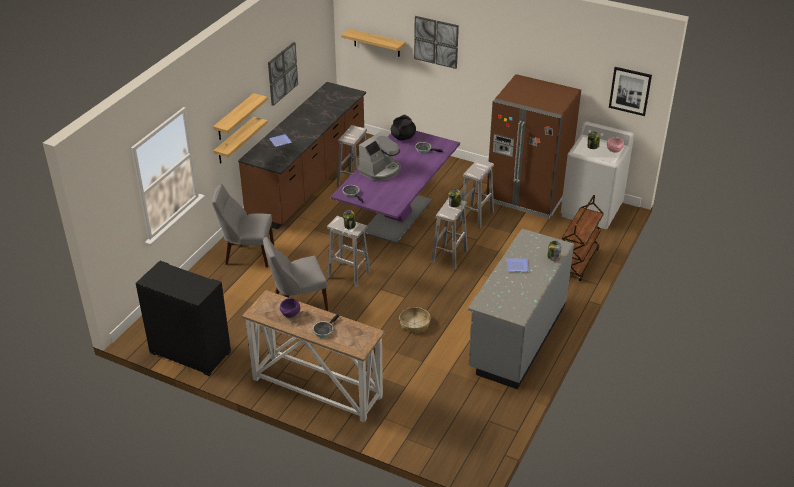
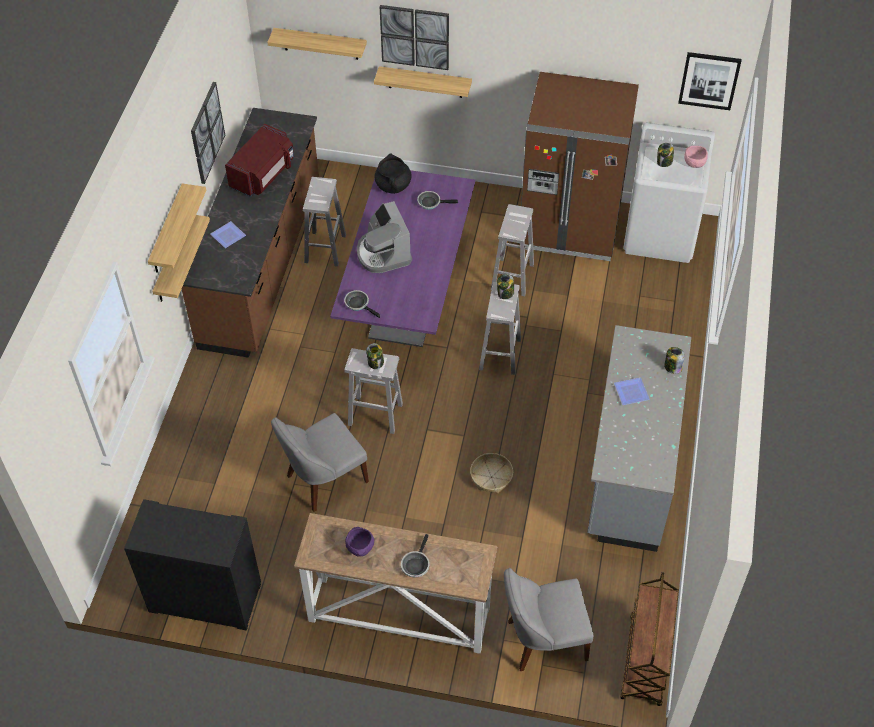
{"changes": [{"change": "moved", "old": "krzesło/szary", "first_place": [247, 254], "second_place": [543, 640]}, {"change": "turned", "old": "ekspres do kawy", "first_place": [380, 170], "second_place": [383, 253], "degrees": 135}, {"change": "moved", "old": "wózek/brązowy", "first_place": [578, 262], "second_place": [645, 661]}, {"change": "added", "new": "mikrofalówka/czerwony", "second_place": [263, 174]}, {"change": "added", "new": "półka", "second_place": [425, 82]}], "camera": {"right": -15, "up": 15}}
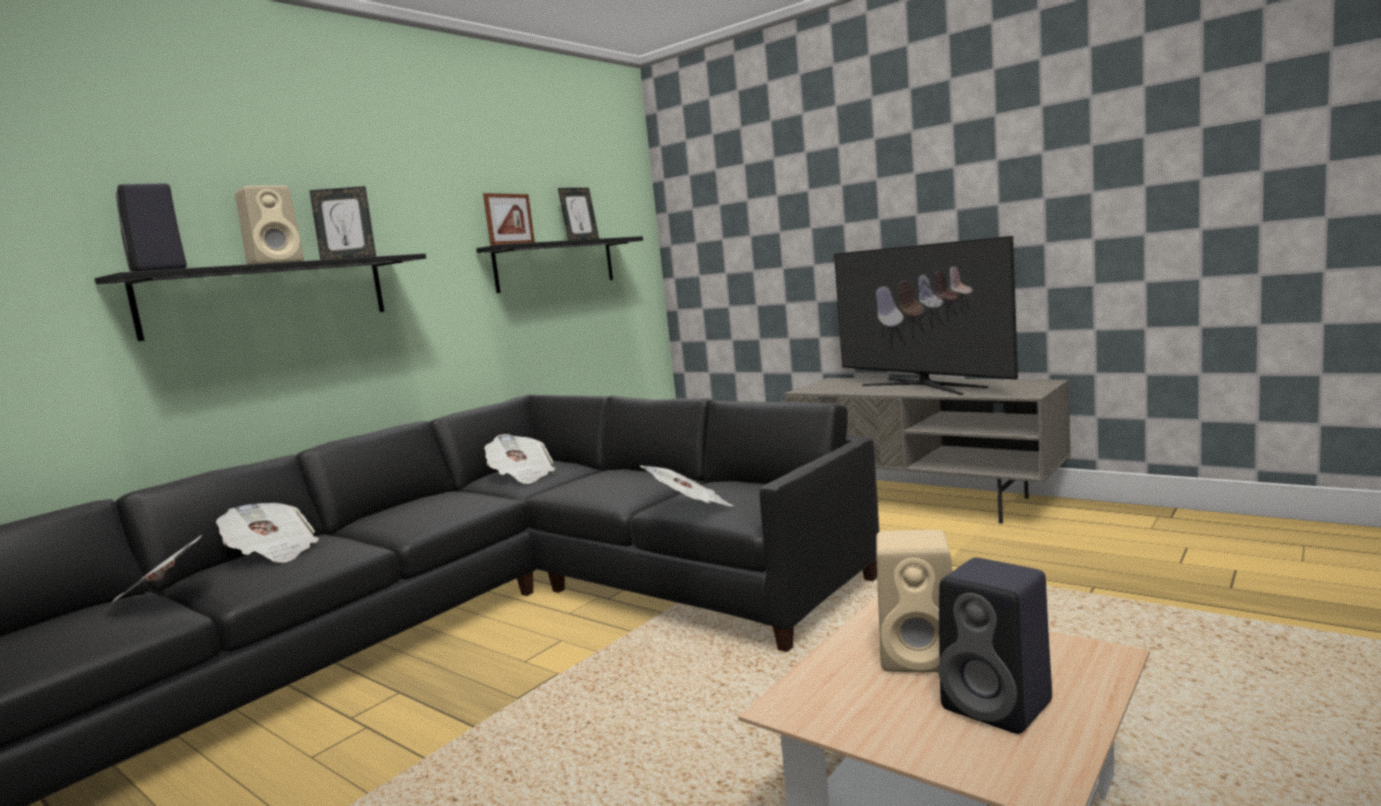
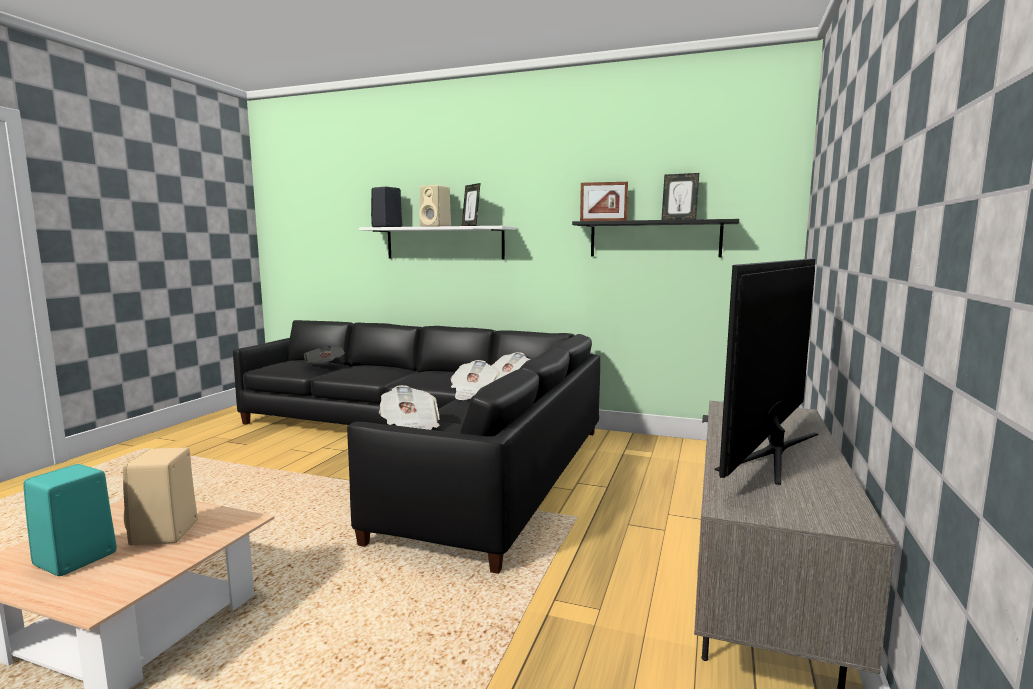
{"changes": [{"change": "recoloured", "old": "półka/czarny", "new": "półka/biały", "first_place": [269, 296], "second_place": [444, 243]}, {"change": "moved", "old": "gazeta", "first_place": [273, 553], "second_place": [473, 394]}, {"change": "recoloured", "old": "głośnik/czarny", "new": "głośnik/turkusowy", "first_place": [1000, 706], "second_place": [73, 560]}], "camera": {"right": 70, "up": 0}}
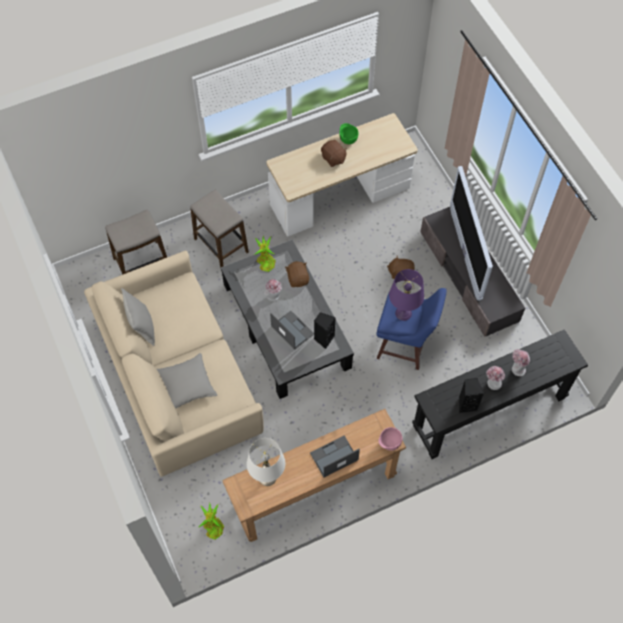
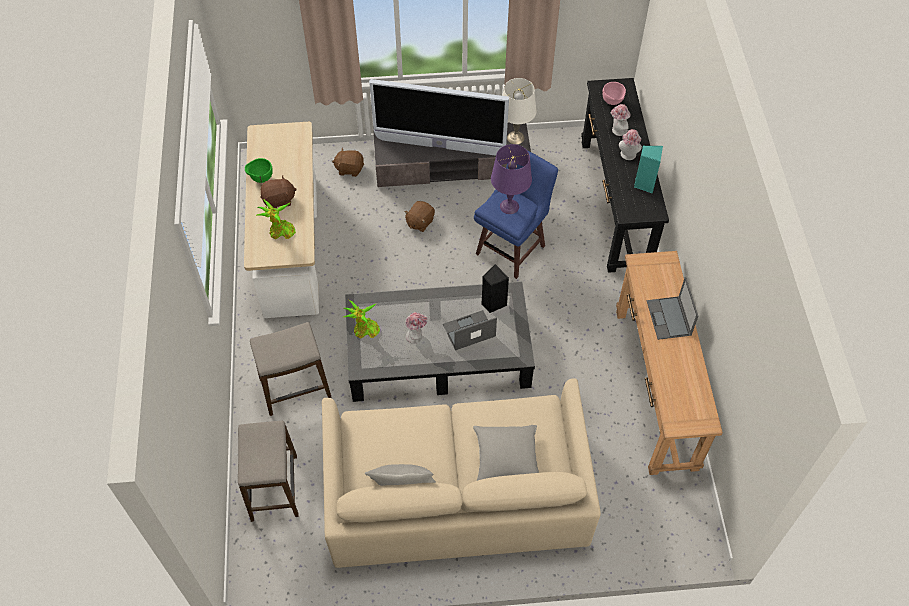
{"changes": [{"change": "moved", "old": "roślina doniczkowa", "first_place": [213, 527], "second_place": [280, 232]}, {"change": "moved", "old": "lampa stołowa/biały", "first_place": [267, 477], "second_place": [515, 137]}, {"change": "moved", "old": "pluszak/brązowy", "first_place": [298, 279], "second_place": [349, 169]}, {"change": "moved", "old": "miska/różowy", "first_place": [389, 444], "second_place": [612, 103]}, {"change": "recoloured", "old": "głośnik/czarny", "new": "głośnik/turkusowy", "first_place": [466, 404], "second_place": [644, 184]}], "camera": {"right": -70, "up": -5}}
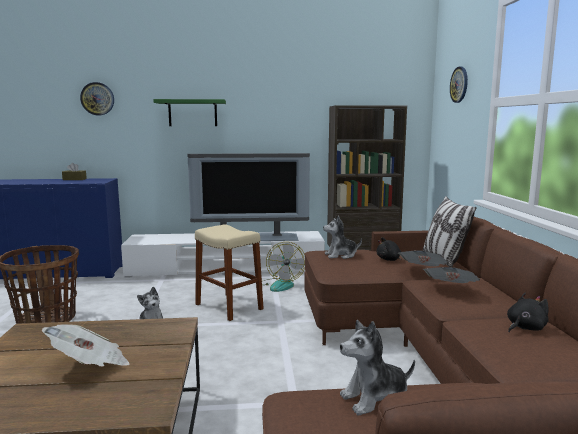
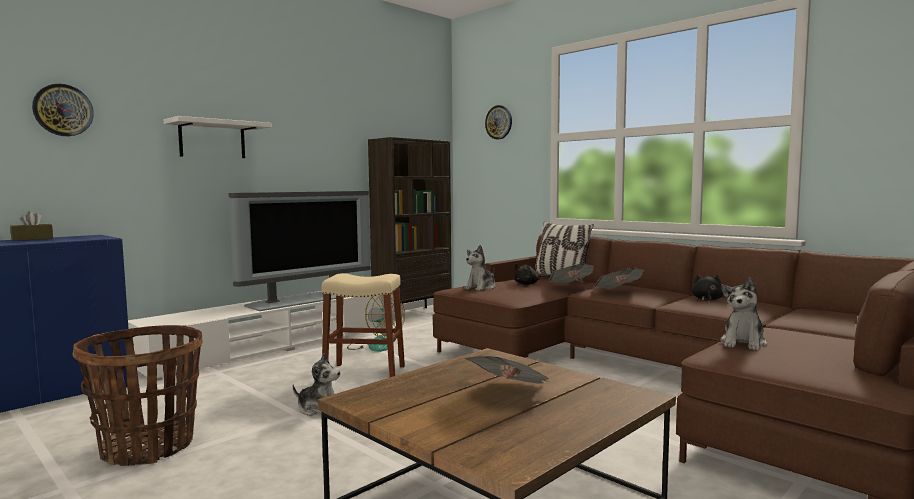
{"changes": [{"change": "recoloured", "old": "półka/zielony", "new": "półka/biały", "first_place": [192, 113], "second_place": [212, 140]}], "camera": {"right": -40, "up": -5}}
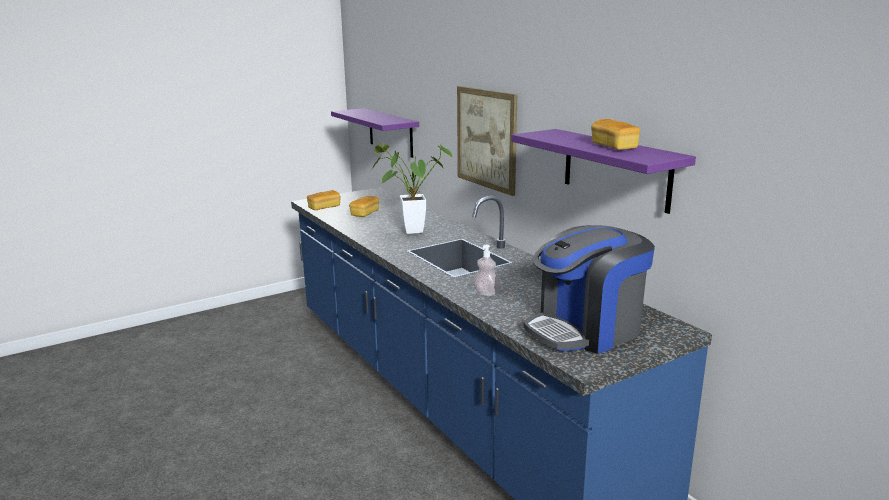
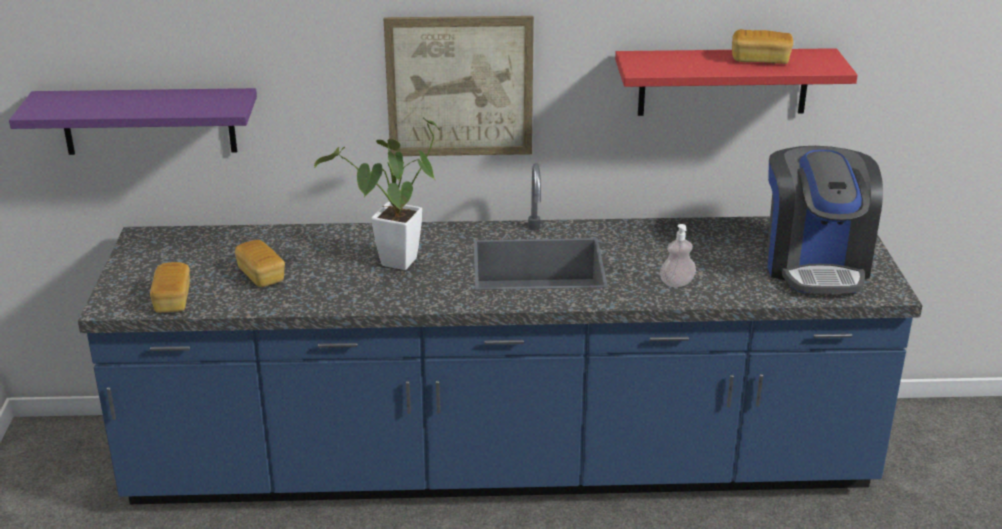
{"changes": [{"change": "recoloured", "old": "półka/fioletowy", "new": "półka/czerwony", "first_place": [615, 169], "second_place": [723, 82]}], "camera": {"right": -60, "up": 10}}
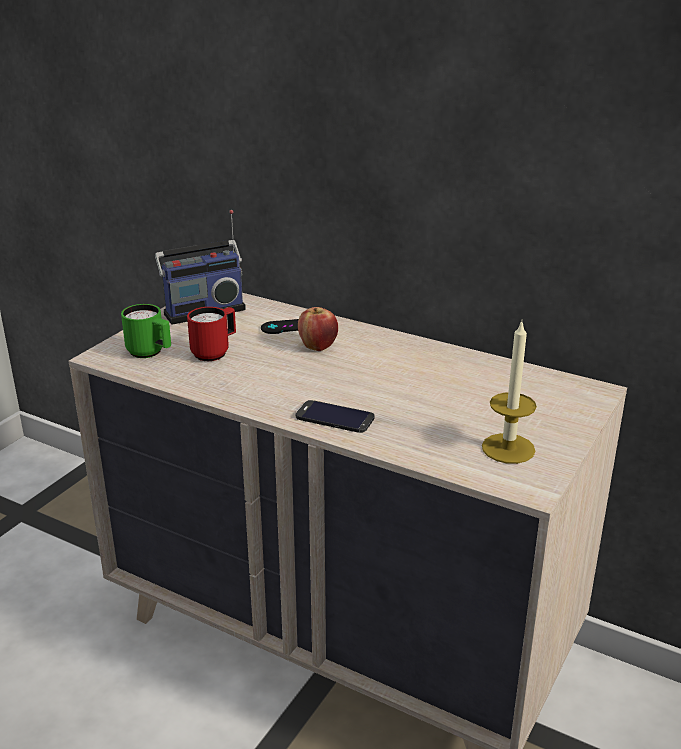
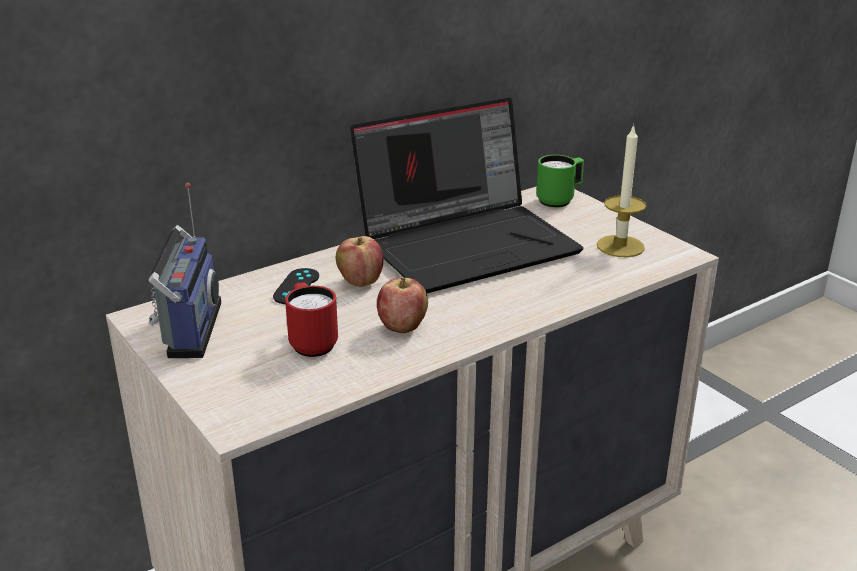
{"changes": [{"change": "moved", "old": "kubek/zielony", "first_place": [150, 353], "second_place": [559, 200]}, {"change": "removed", "old": "telefon", "first_place": [335, 417]}, {"change": "added", "new": "laptop", "second_place": [468, 243]}, {"change": "added", "new": "jabłko", "second_place": [402, 328]}], "camera": {"right": -65, "up": 0}}
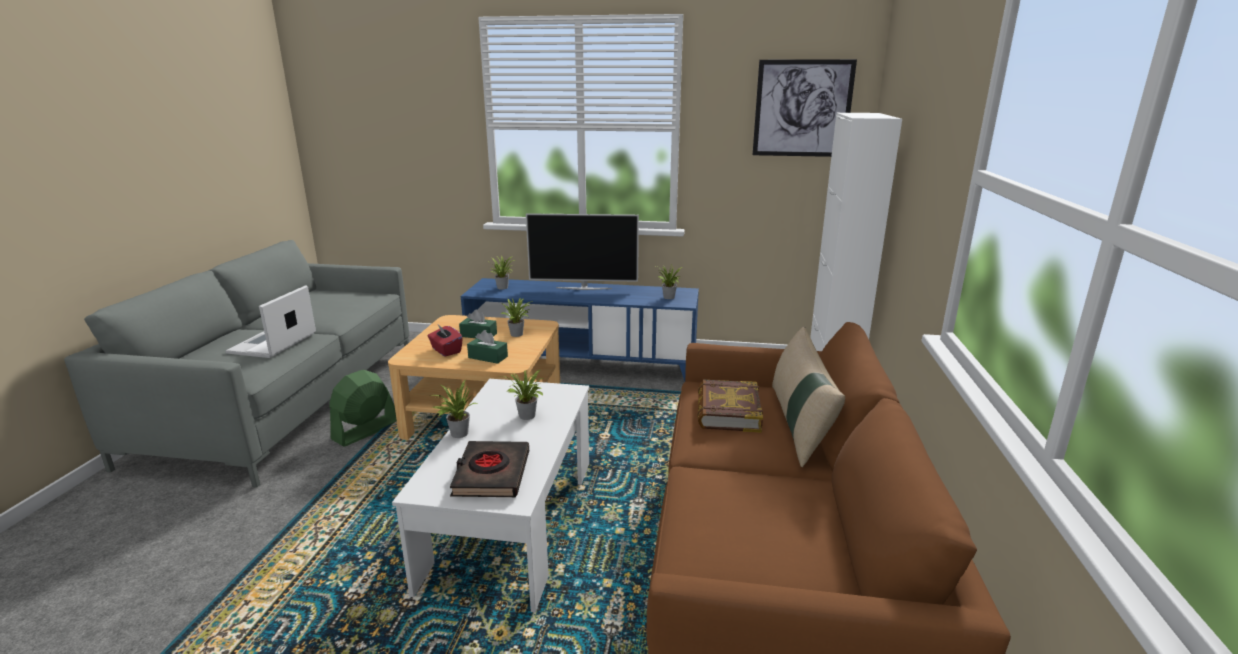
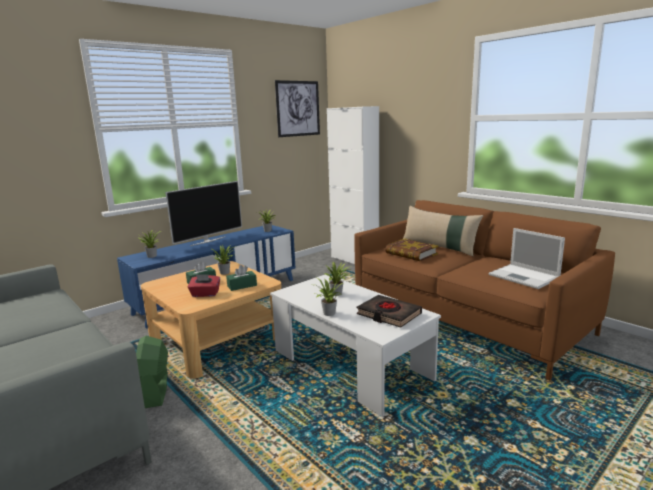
{"changes": [{"change": "moved", "old": "laptop", "first_place": [272, 344], "second_place": [525, 277]}], "camera": {"right": -50, "up": -5}}
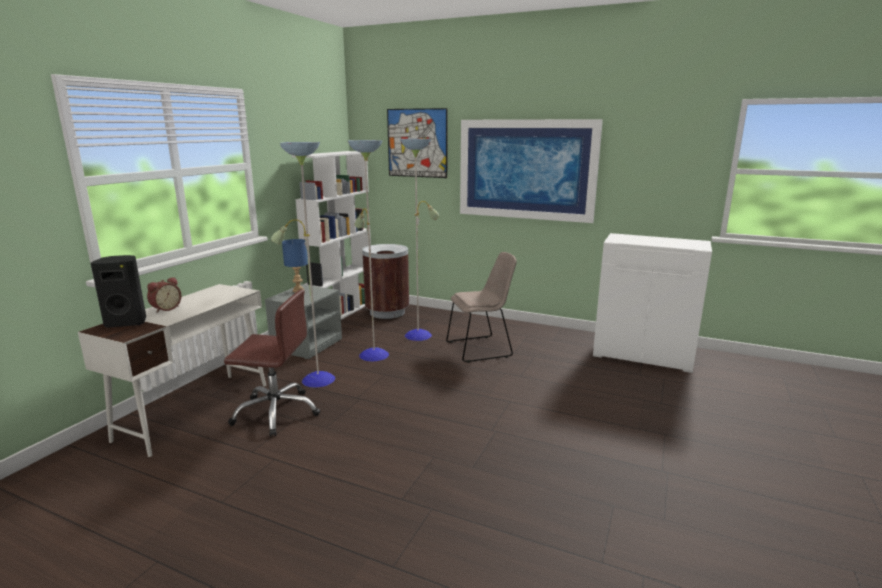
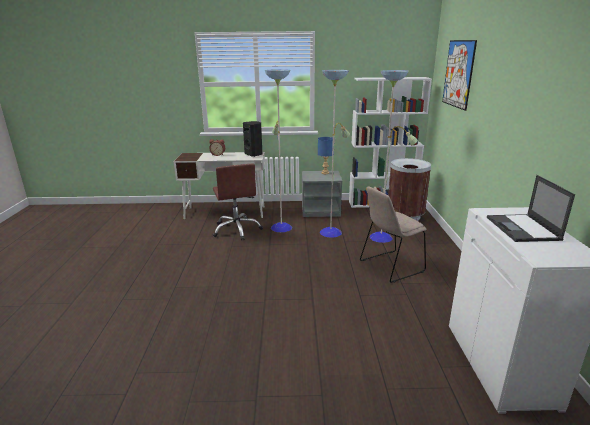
{"changes": [{"change": "moved", "old": "głośnik/czarny", "first_place": [127, 322], "second_place": [254, 154]}, {"change": "turned", "old": "krzesło/beżowy", "first_place": [481, 348], "second_place": [390, 267], "degrees": 105}, {"change": "removed", "old": "obraz", "first_place": [526, 169]}, {"change": "added", "new": "laptop", "second_place": [523, 228]}], "camera": {"right": 65, "up": 5}}
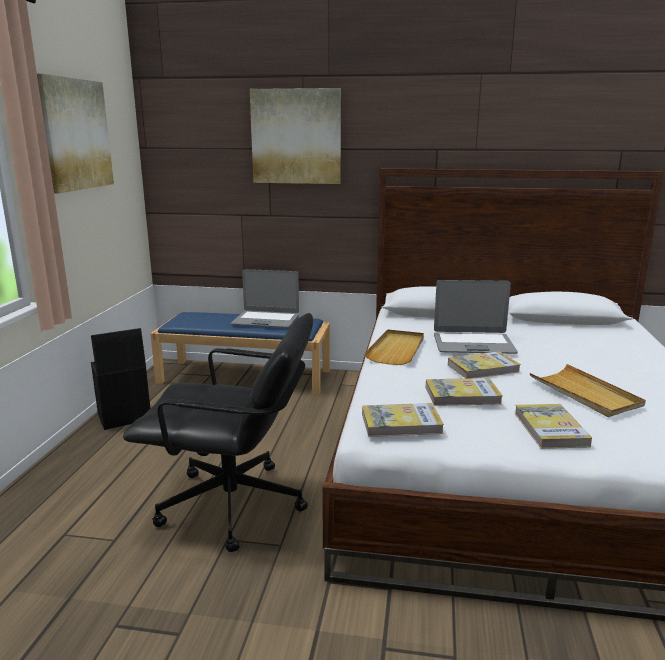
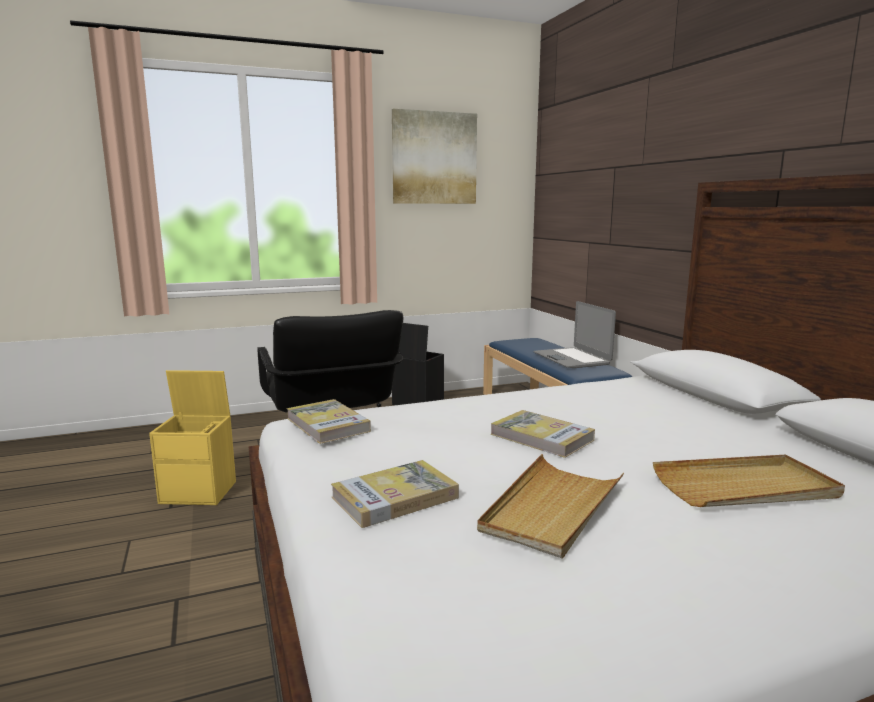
{"changes": [{"change": "removed", "old": "obraz", "first_place": [296, 136]}, {"change": "moved", "old": "taca/beżowy", "first_place": [397, 349], "second_place": [746, 487]}, {"change": "removed", "old": "książka", "first_place": [462, 395]}, {"change": "removed", "old": "laptop", "first_place": [473, 344]}, {"change": "added", "new": "pojemnik do przechowywania/żółty", "second_place": [200, 492]}], "camera": {"right": 60, "up": -5}}
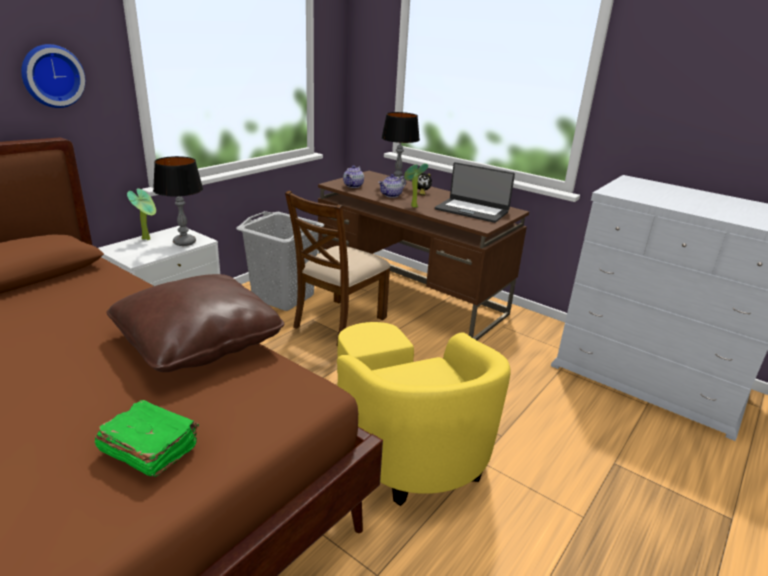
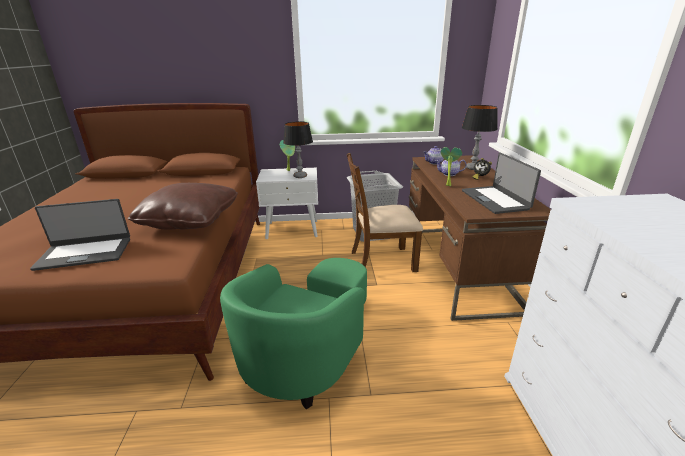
{"changes": [{"change": "removed", "old": "zegar ścienny", "first_place": [52, 76]}, {"change": "replaced", "old": "książka/zielony", "new": "laptop", "first_place": [149, 449], "second_place": [85, 253]}, {"change": "recoloured", "old": "fotel/żółty", "new": "fotel/zielony", "first_place": [405, 440], "second_place": [308, 350]}], "camera": {"right": 50, "up": 0}}
